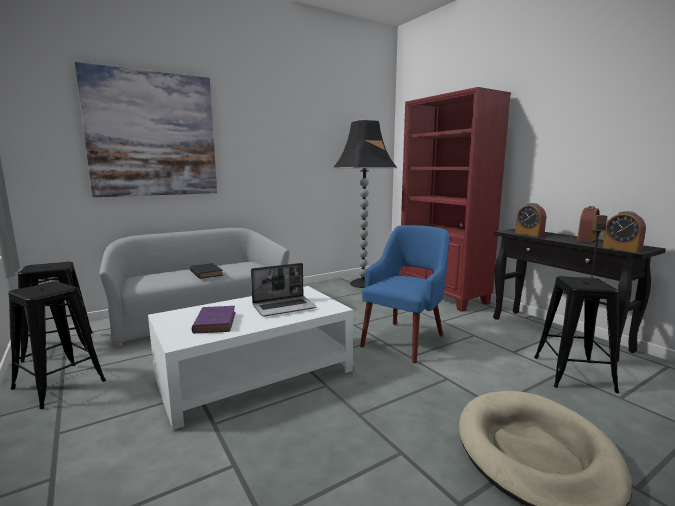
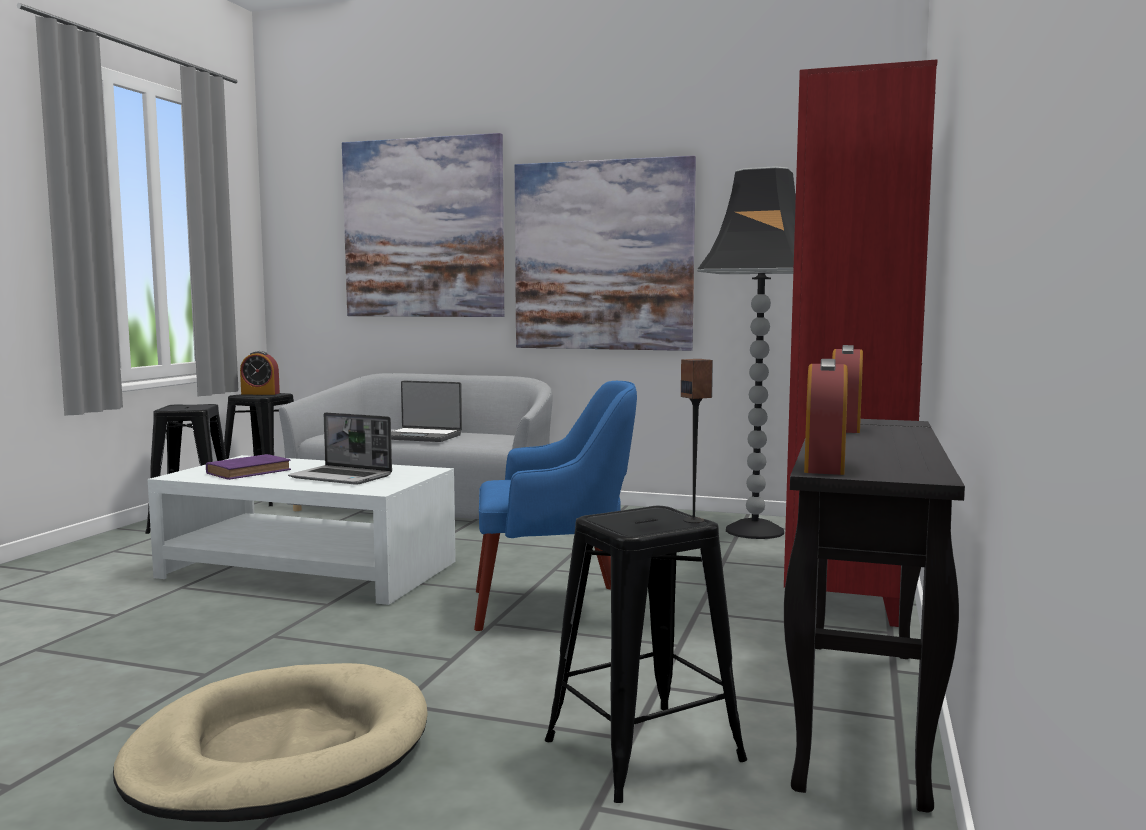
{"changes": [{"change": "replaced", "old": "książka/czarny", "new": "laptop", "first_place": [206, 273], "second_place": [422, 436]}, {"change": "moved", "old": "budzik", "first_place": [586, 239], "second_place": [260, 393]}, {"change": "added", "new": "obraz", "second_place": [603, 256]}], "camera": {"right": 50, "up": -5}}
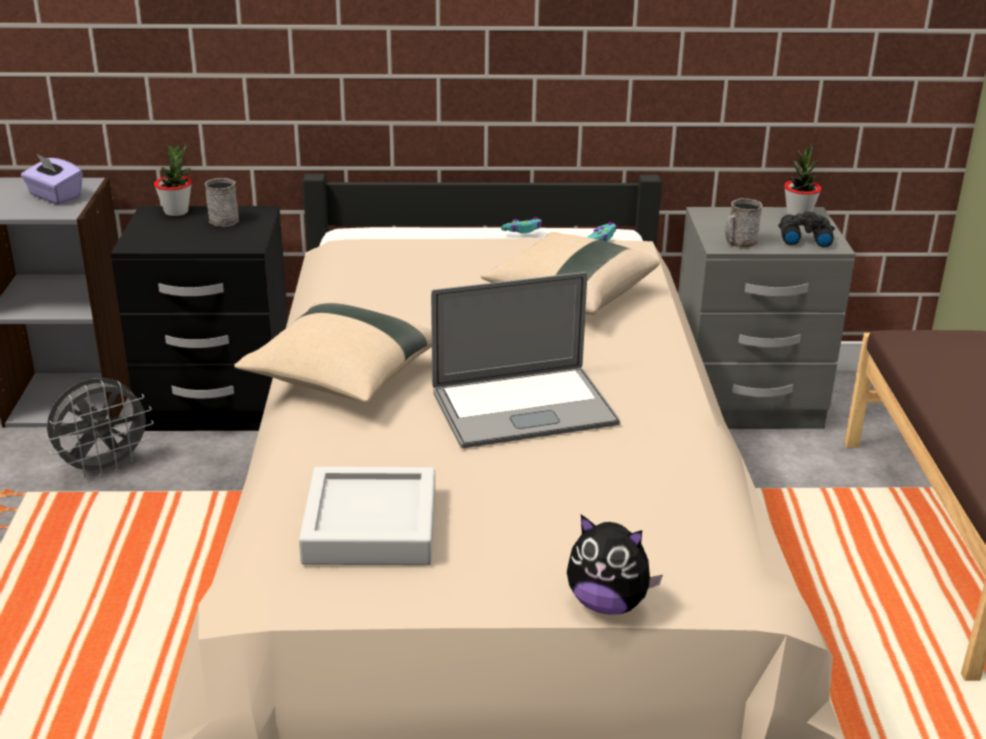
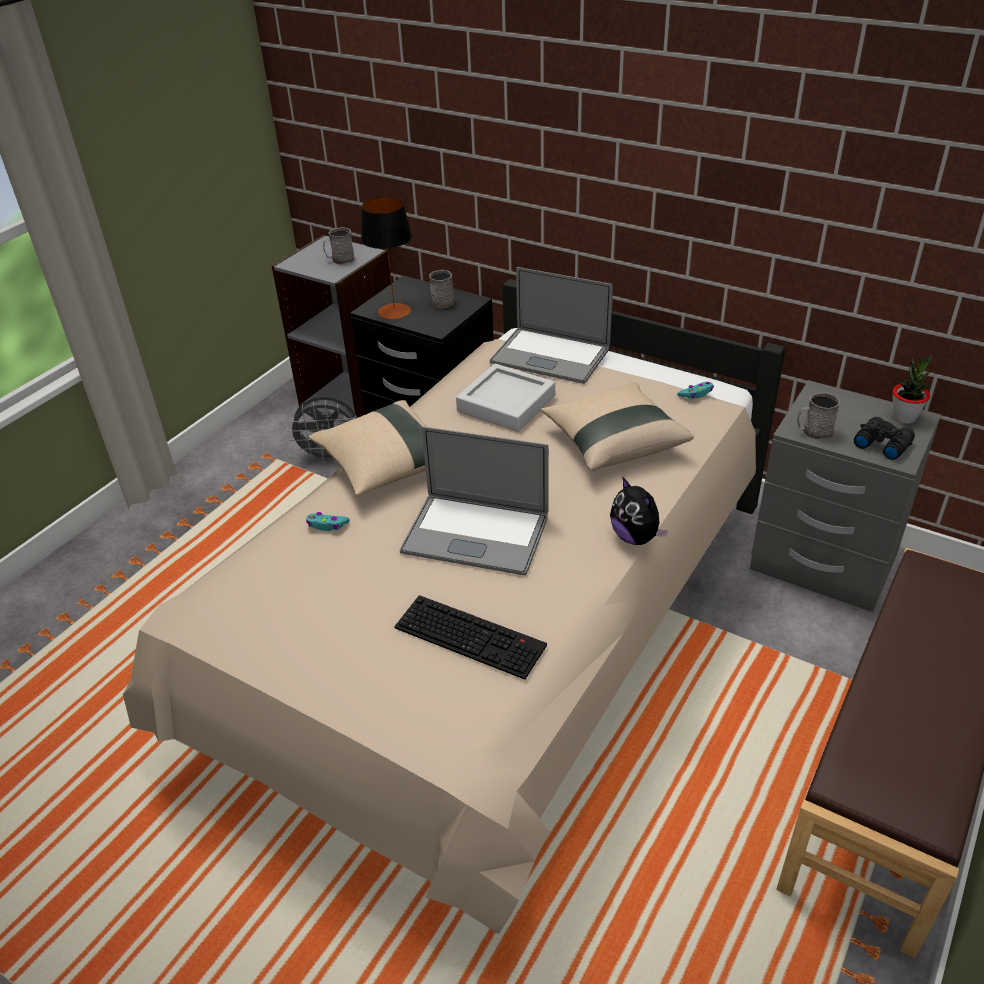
{"changes": [{"change": "replaced", "old": "pudełko chusteczek/fioletowy", "new": "kubek/szary", "first_place": [55, 196], "second_place": [340, 260]}, {"change": "removed", "old": "roślina doniczkowa", "first_place": [176, 212]}, {"change": "moved", "old": "taca/szary", "first_place": [370, 527], "second_place": [506, 404]}, {"change": "moved", "old": "pad do gier/turkusowy", "first_place": [523, 230], "second_place": [327, 525]}, {"change": "moved", "old": "pluszak", "first_place": [608, 603], "second_place": [636, 537]}, {"change": "added", "new": "lampa stołowa", "second_place": [394, 311]}, {"change": "added", "new": "klawiatura", "second_place": [472, 636]}, {"change": "added", "new": "laptop", "second_place": [550, 356]}], "camera": {"right": 35, "up": 10}}
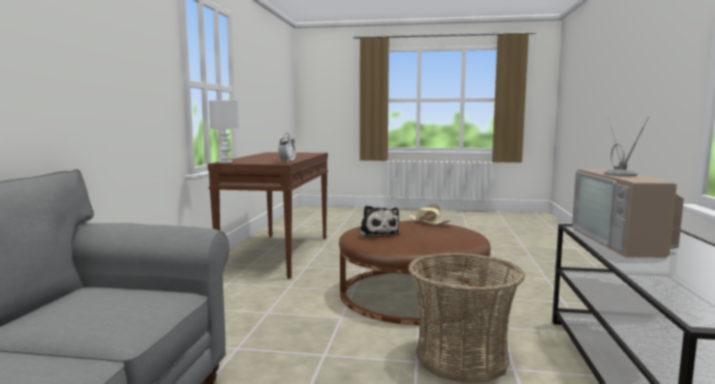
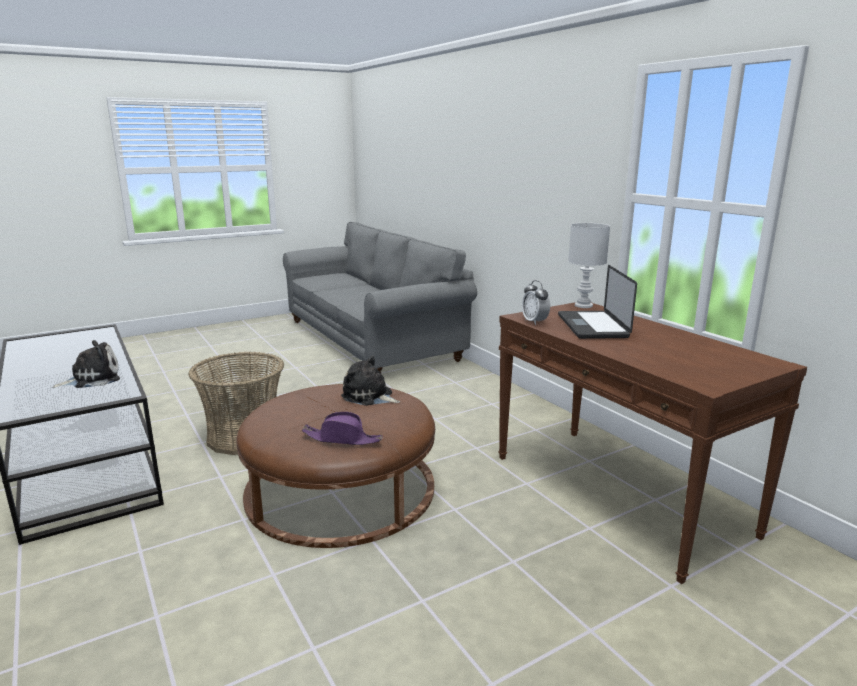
{"changes": [{"change": "recoloured", "old": "kapelusz/beżowy", "new": "kapelusz/fioletowy", "first_place": [428, 222], "second_place": [342, 439]}, {"change": "replaced", "old": "telewizor", "new": "pluszak", "first_place": [623, 242], "second_place": [93, 379]}, {"change": "added", "new": "laptop", "second_place": [592, 326]}], "camera": {"right": 140, "up": 10}}
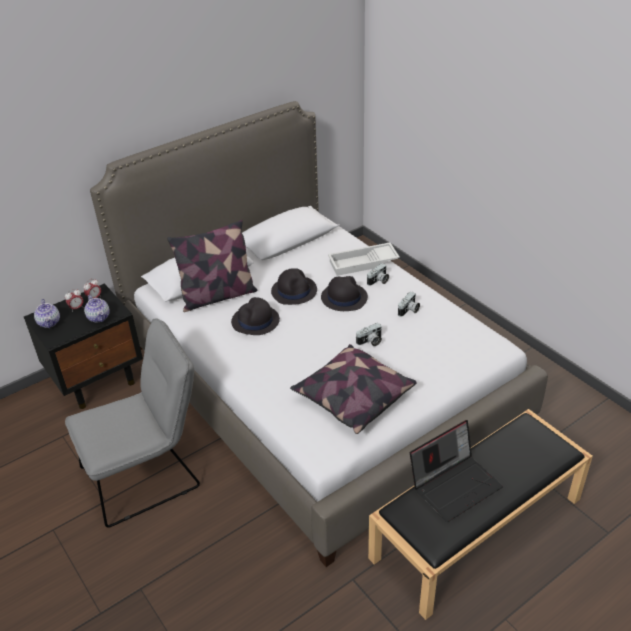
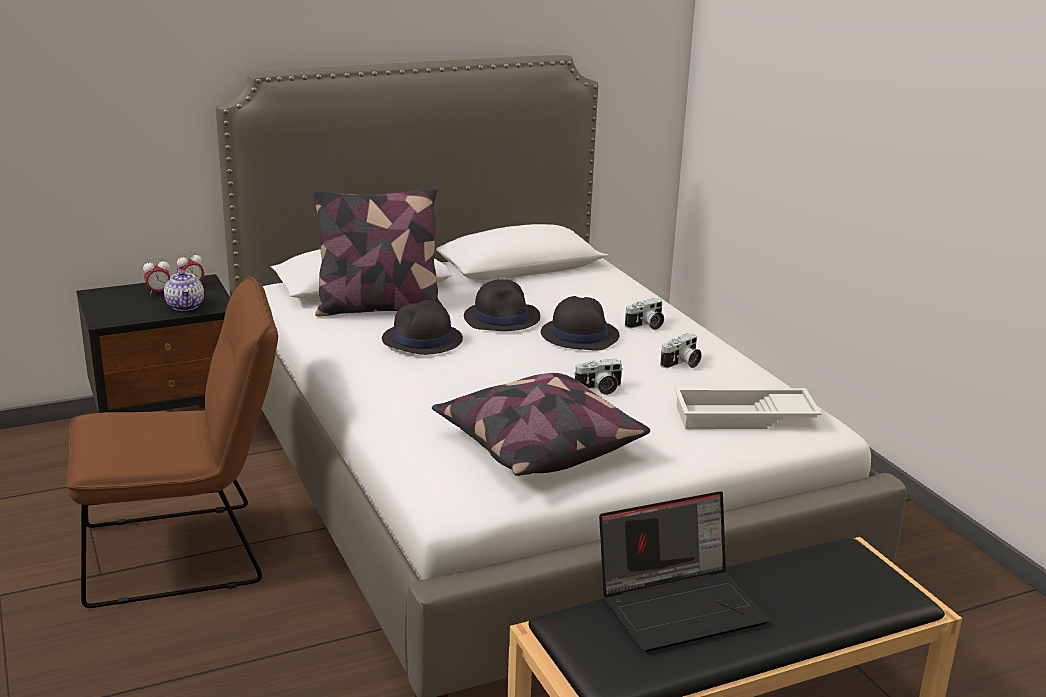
{"changes": [{"change": "removed", "old": "imbryk", "first_place": [49, 322]}, {"change": "recoloured", "old": "krzesło/szary", "new": "krzesło/brązowy", "first_place": [148, 474], "second_place": [187, 553]}, {"change": "moved", "old": "taca/biały", "first_place": [363, 263], "second_place": [743, 418]}], "camera": {"right": 10, "up": -15}}
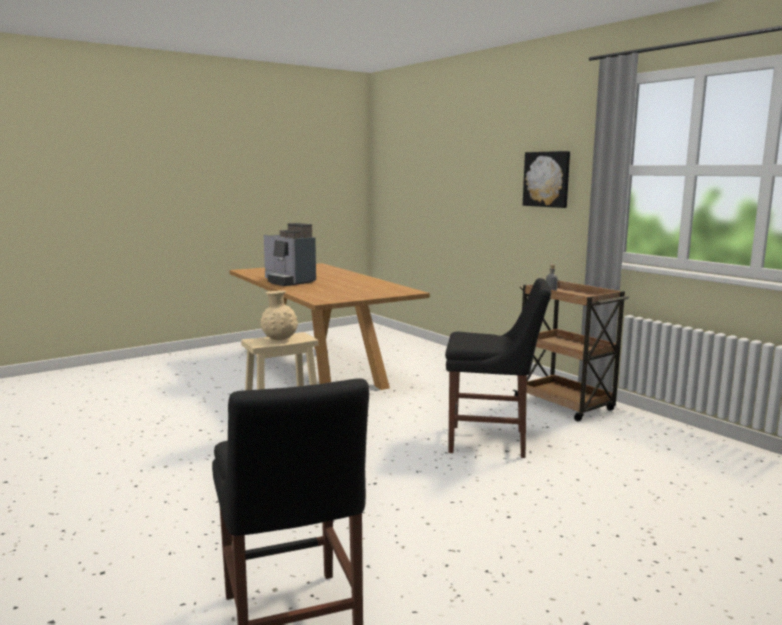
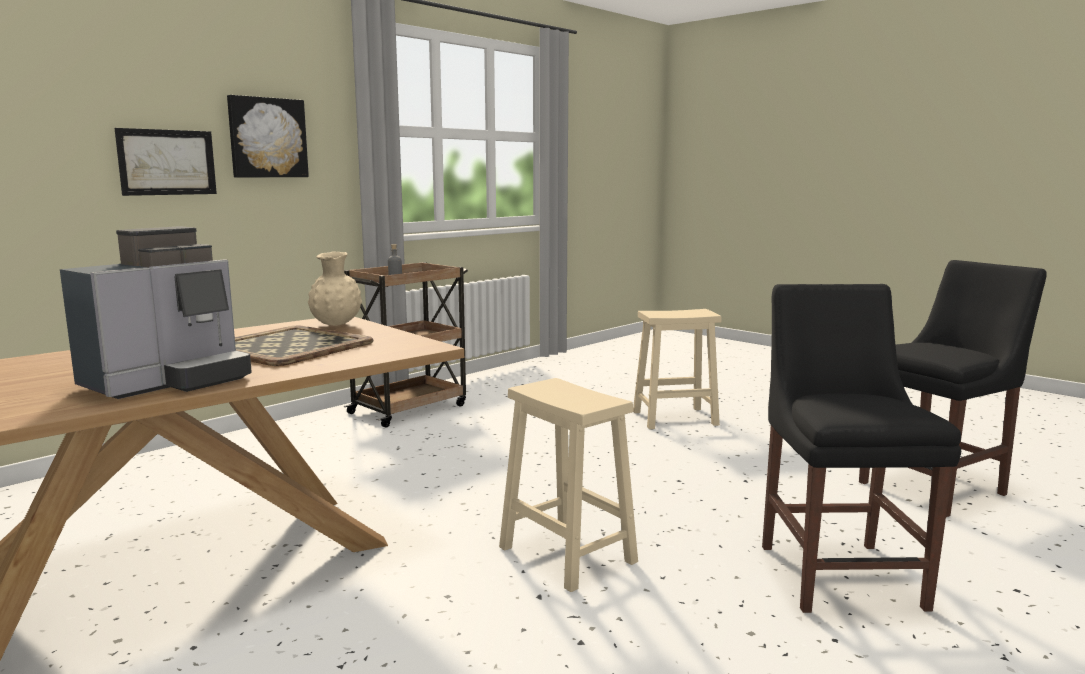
{"changes": [{"change": "moved", "old": "wazon/beżowy", "first_place": [279, 340], "second_place": [336, 325]}, {"change": "moved", "old": "krzesło/czarny", "first_place": [492, 442], "second_place": [837, 571]}, {"change": "added", "new": "obraz", "second_place": [167, 162]}, {"change": "added", "new": "taca", "second_place": [288, 346]}, {"change": "added", "new": "stołek/beżowy", "second_place": [676, 418]}], "camera": {"right": -100, "up": 0}}
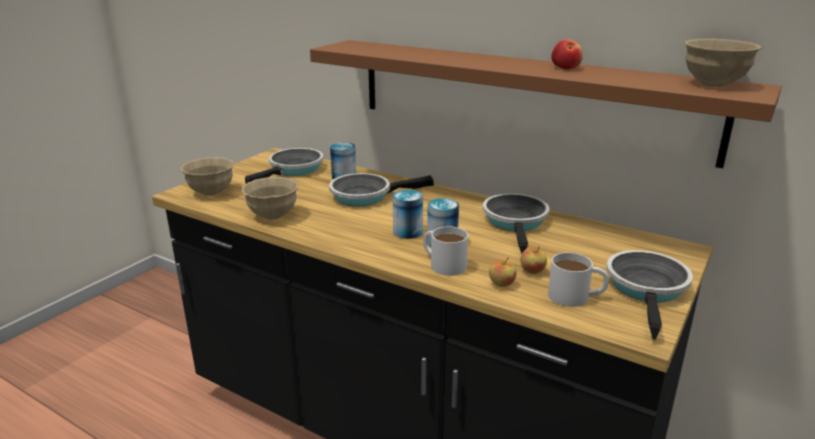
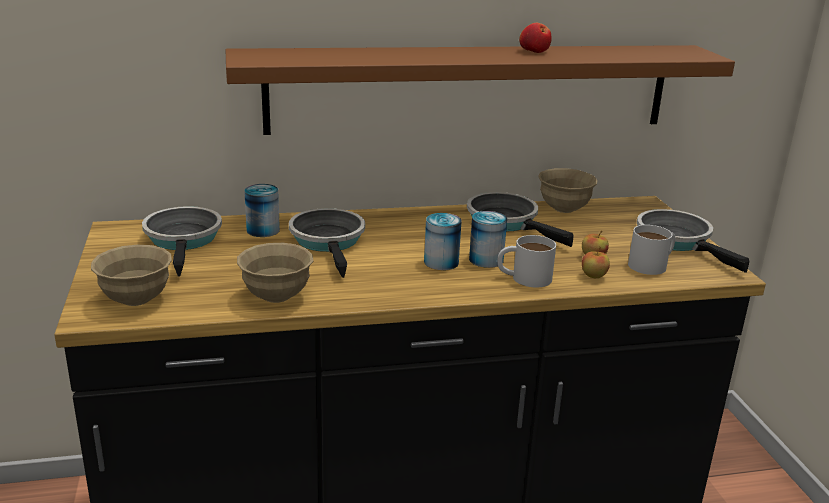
{"changes": [{"change": "turned", "old": "patelnia", "first_place": [366, 195], "second_place": [329, 242], "degrees": 135}, {"change": "moved", "old": "miska/beżowy", "first_place": [713, 84], "second_place": [564, 209]}], "camera": {"right": -45, "up": 0}}
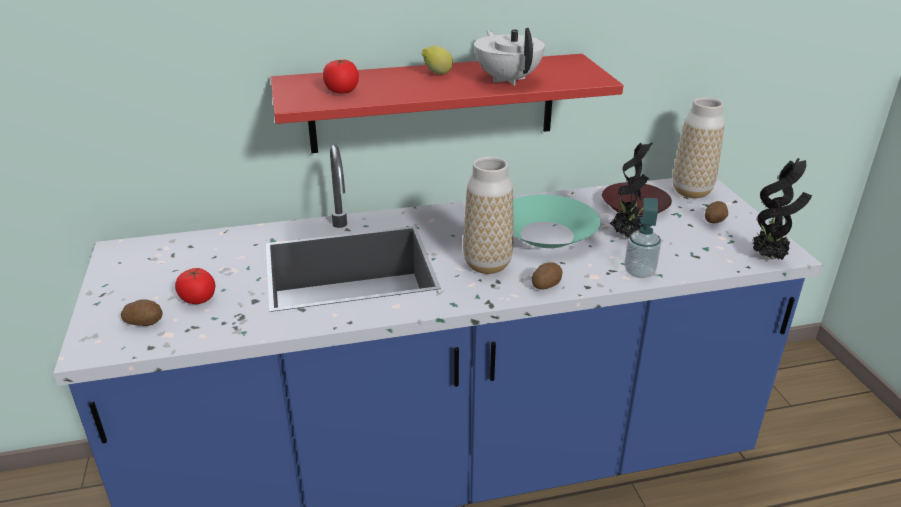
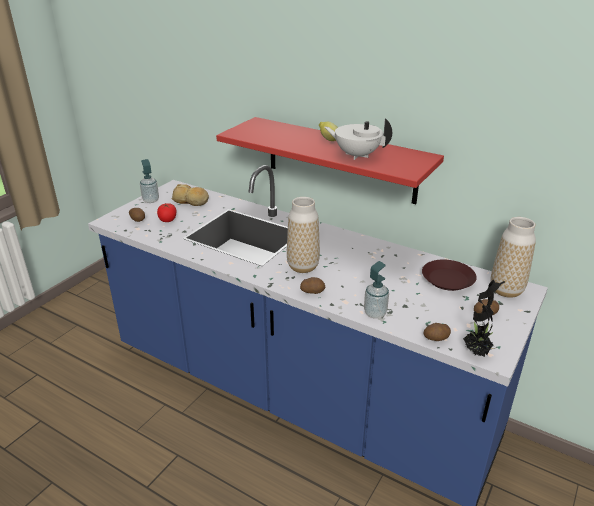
{"changes": [{"change": "removed", "old": "pomidor", "first_place": [342, 91]}, {"change": "turned", "old": "imbryk/biały", "first_place": [508, 79], "second_place": [357, 155], "degrees": -90}, {"change": "removed", "old": "miska/turkusowy", "first_place": [547, 234]}, {"change": "removed", "old": "roślina doniczkowa", "first_place": [627, 236]}, {"change": "added", "new": "dozownik mydła", "second_place": [151, 200]}, {"change": "added", "new": "chleb", "second_place": [191, 201]}, {"change": "added", "new": "ziemniak", "second_place": [436, 338]}], "camera": {"right": 45, "up": 0}}
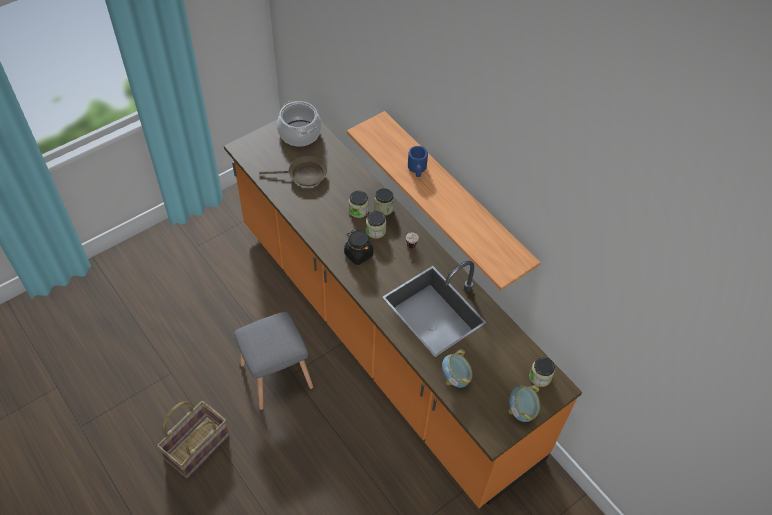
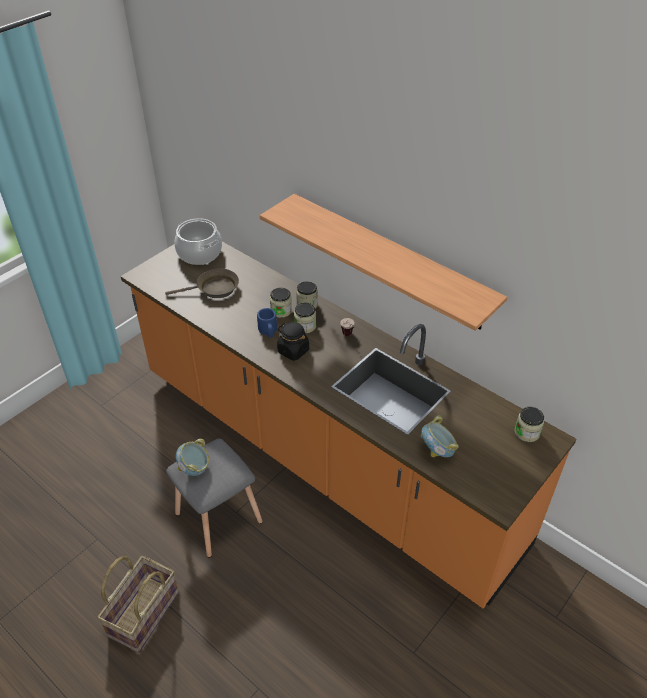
{"changes": [{"change": "moved", "old": "kubek/niebieski", "first_place": [417, 169], "second_place": [268, 331]}, {"change": "moved", "old": "miska", "first_place": [522, 411], "second_place": [194, 468]}], "camera": {"right": -10, "up": -10}}
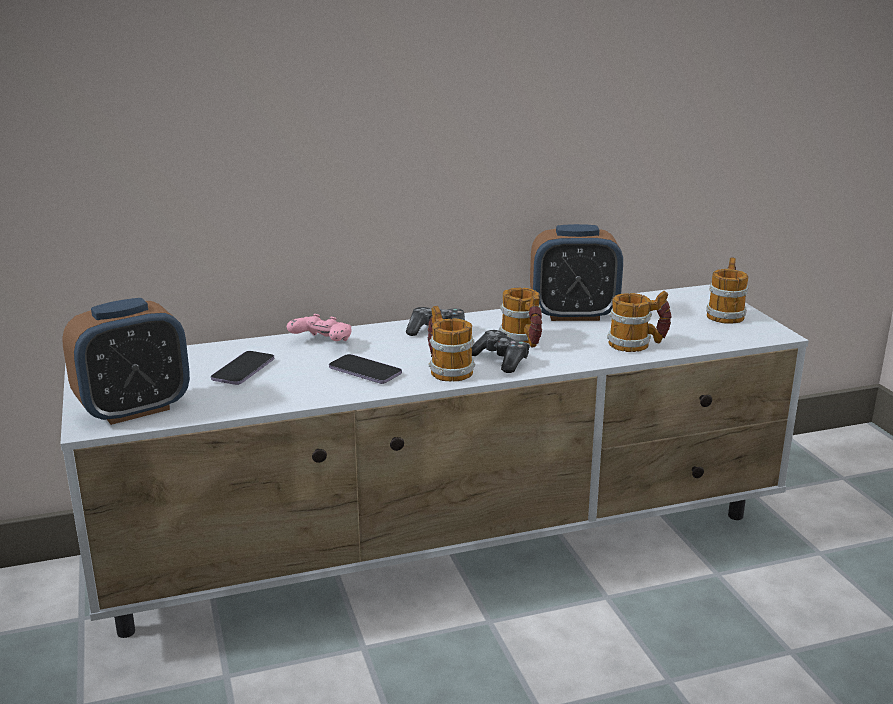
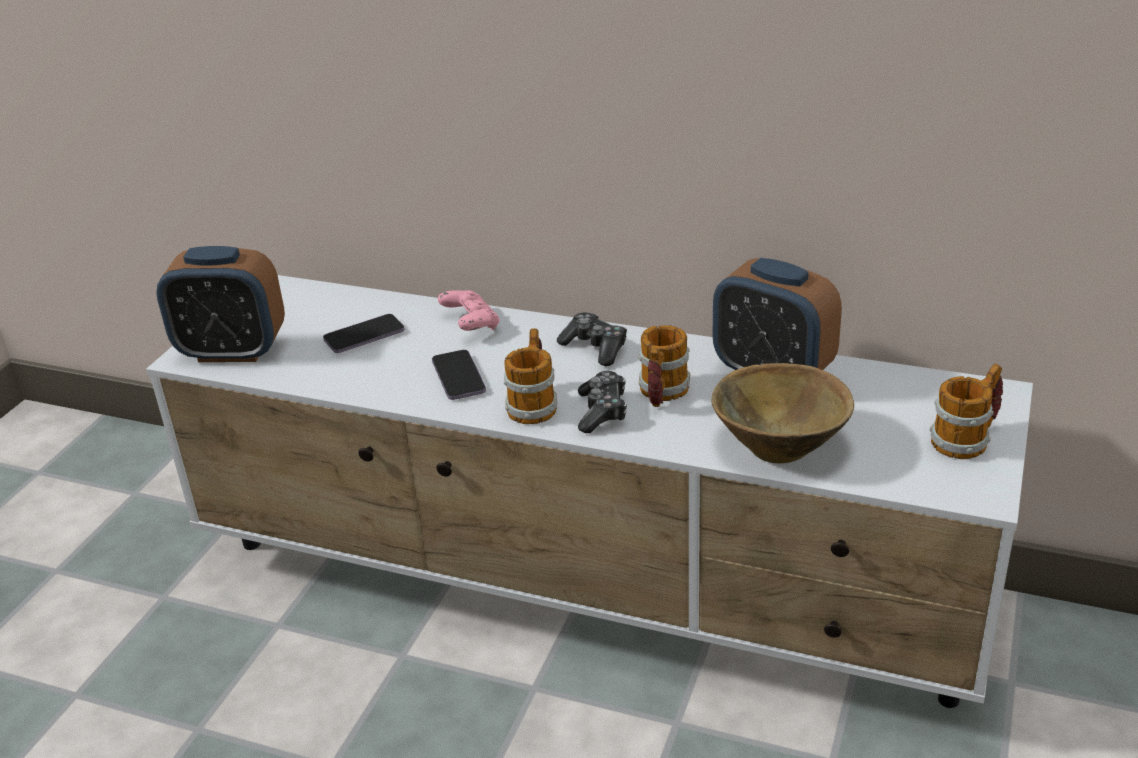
{"changes": [{"change": "replaced", "old": "kubek", "new": "miska/brązowy", "first_place": [637, 344], "second_place": [781, 446]}], "camera": {"right": 40, "up": 10}}
